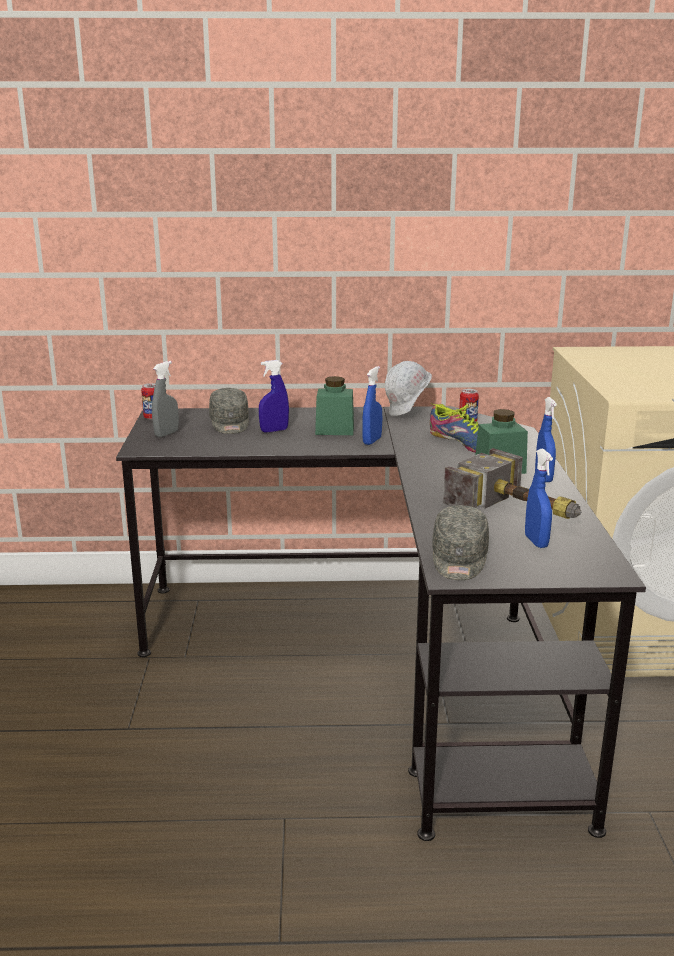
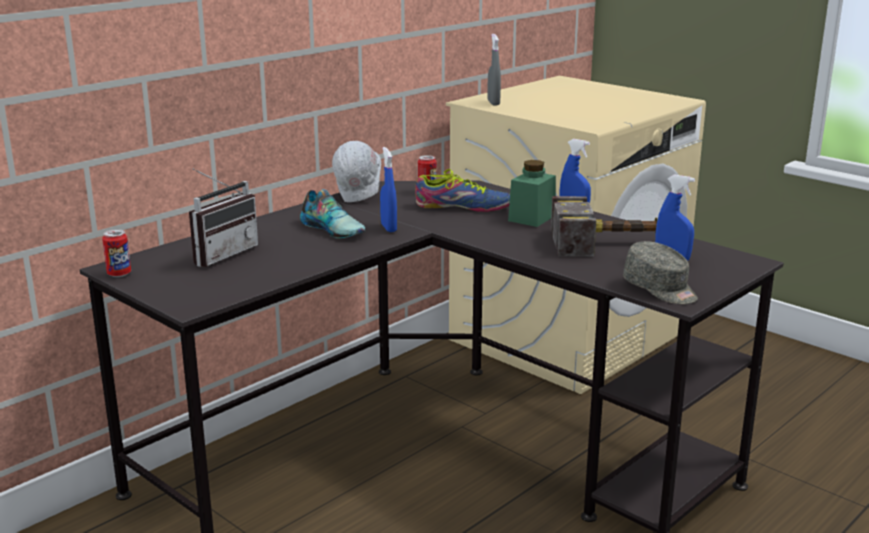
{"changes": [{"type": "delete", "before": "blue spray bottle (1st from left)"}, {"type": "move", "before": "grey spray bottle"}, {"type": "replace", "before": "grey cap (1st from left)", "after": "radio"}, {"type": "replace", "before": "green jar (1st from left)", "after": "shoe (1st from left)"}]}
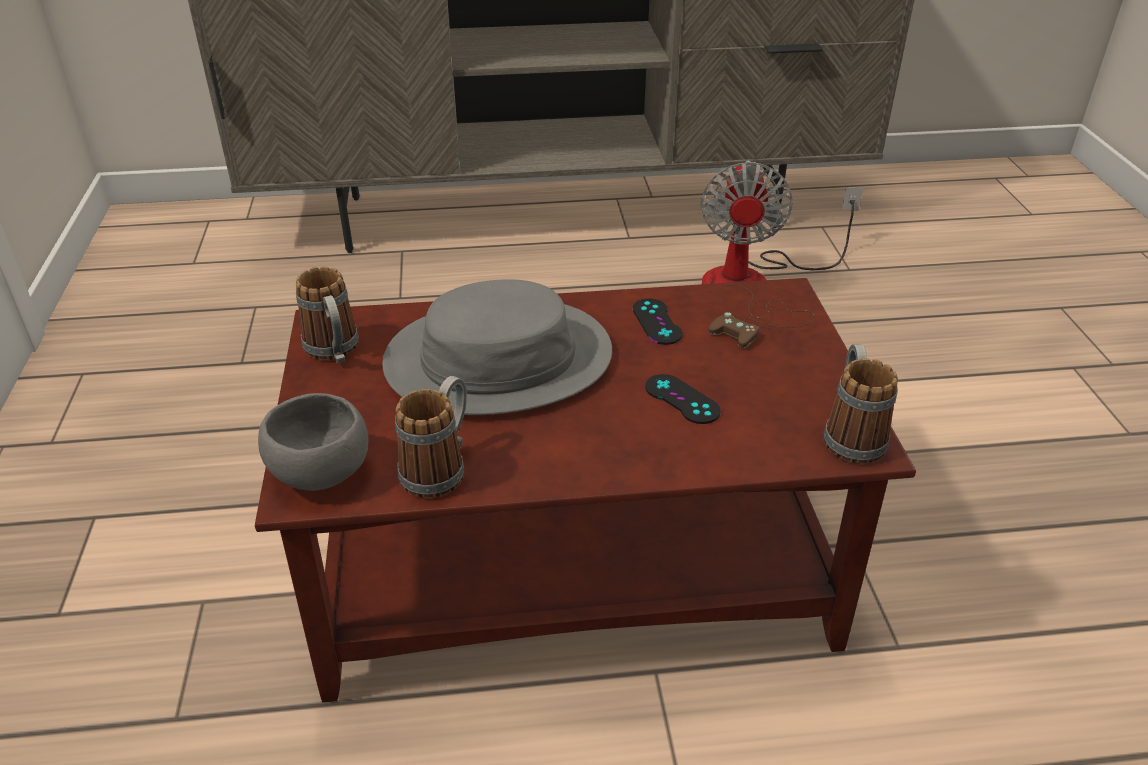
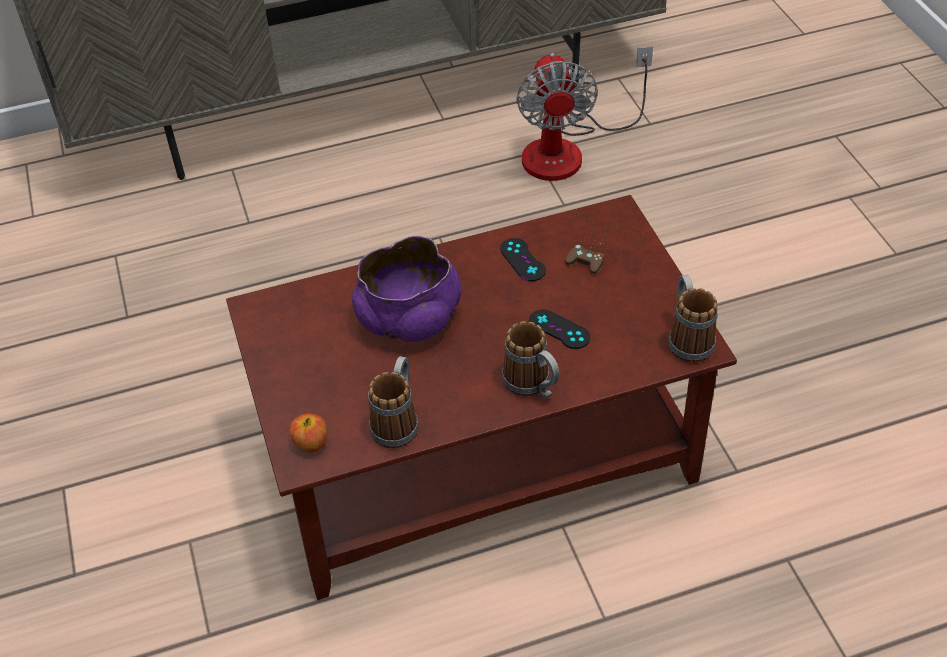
{"changes": [{"type": "move", "before": "mug (1st from left in the first image)", "after": "mug (2nd from left)"}, {"type": "replace", "before": "grey bowl", "after": "apple"}, {"type": "replace", "before": "grey hat", "after": "purple bowl"}]}
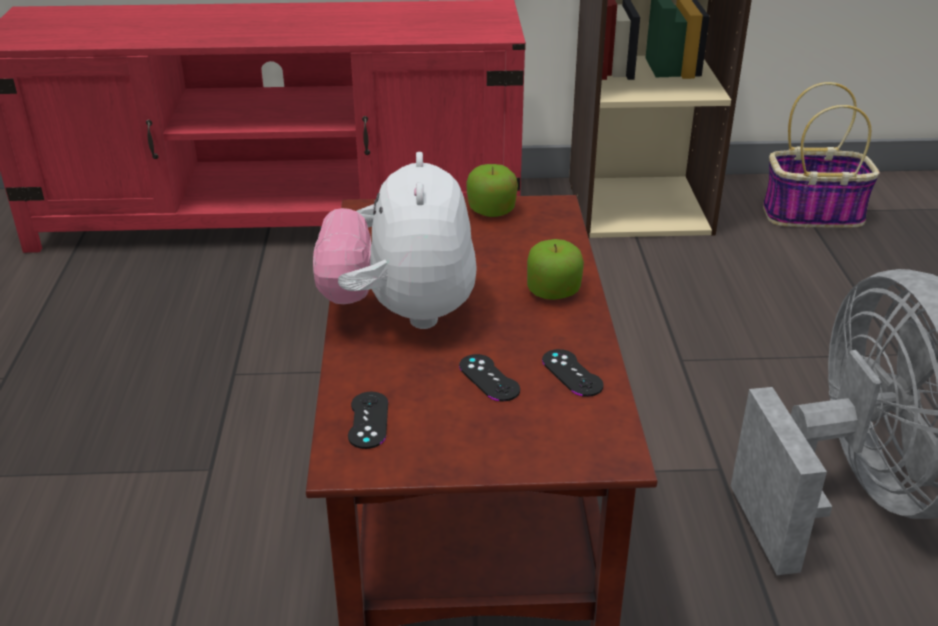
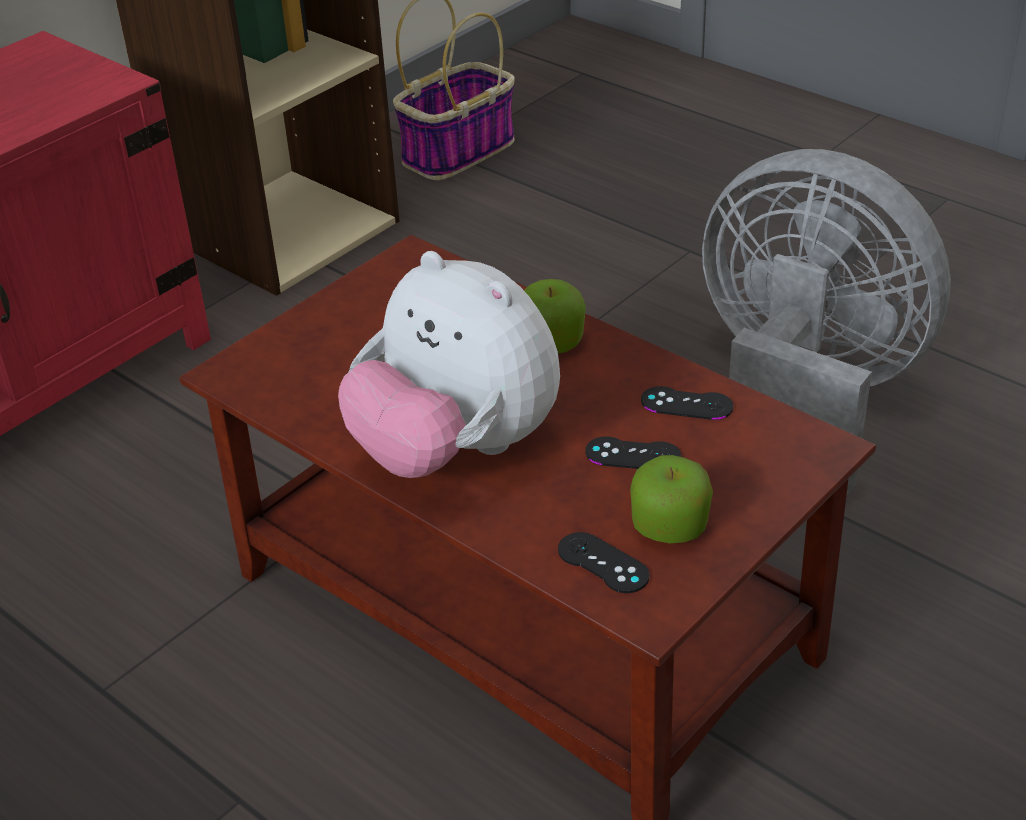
{"changes": [{"type": "move", "before": "apple (1st from left in the first image)", "after": "apple (2nd from left)"}]}
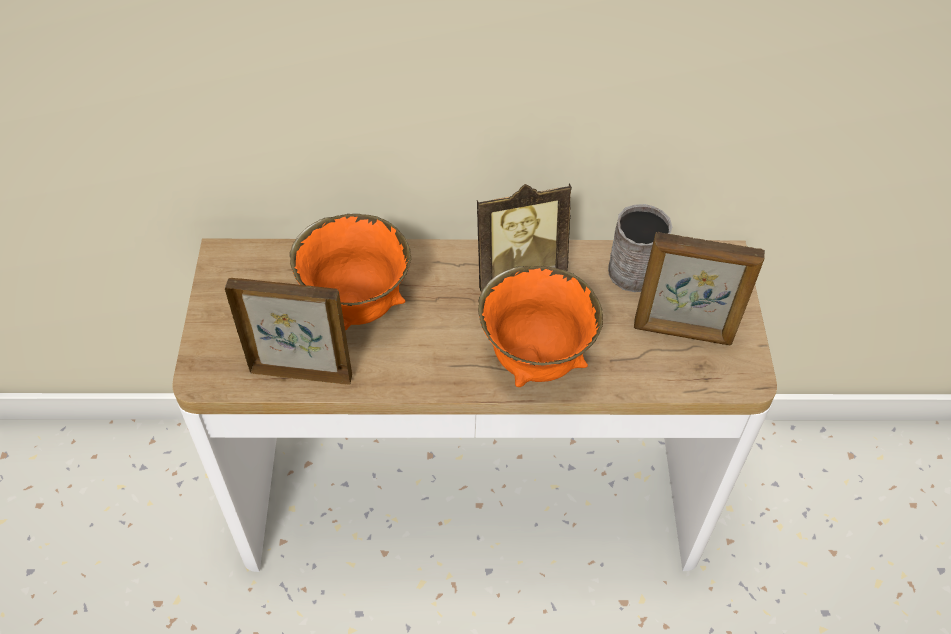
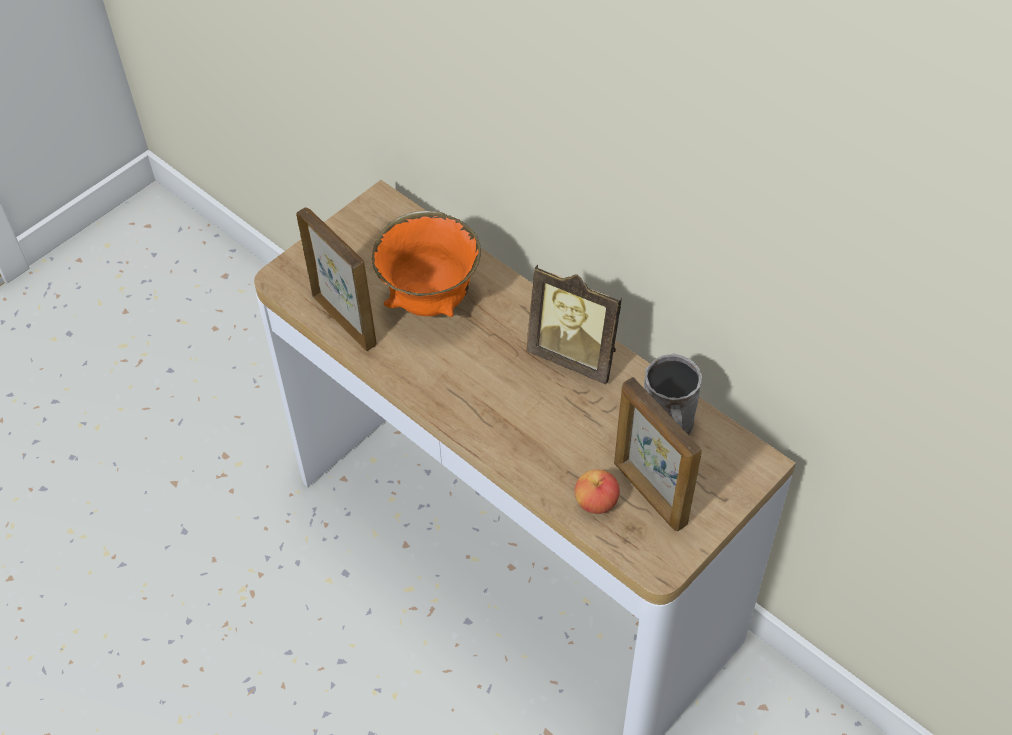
{"changes": [{"type": "delete", "before": "orange bowl (2nd from left)"}, {"type": "insert", "after": "apple"}]}
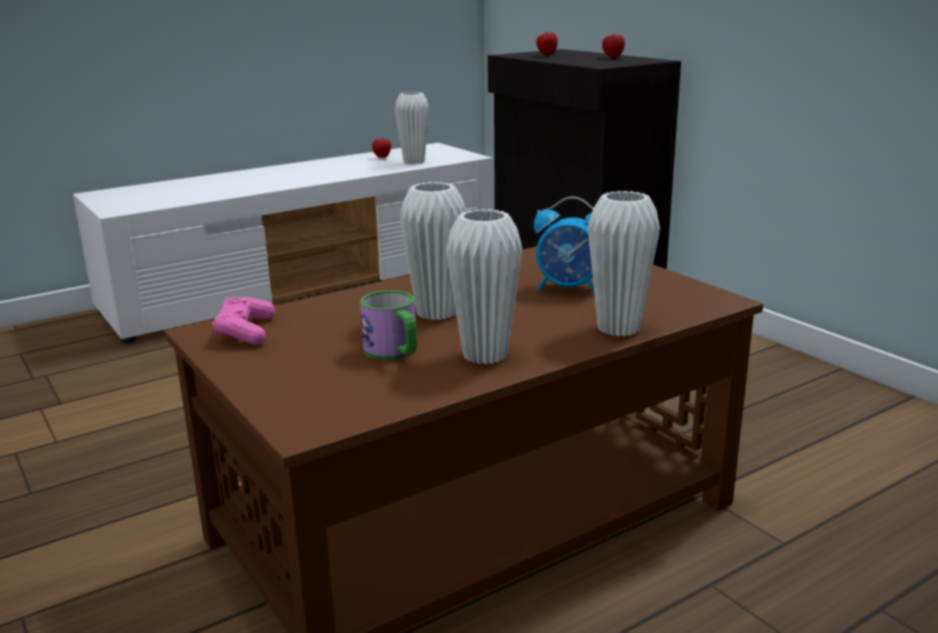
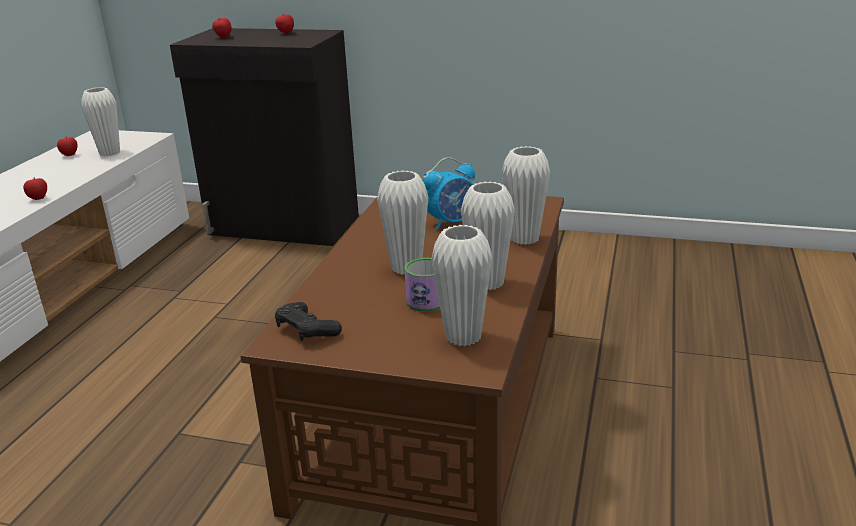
{"changes": [{"type": "insert", "after": "apple (1st from left)"}, {"type": "insert", "after": "white vase (3rd from left)"}, {"type": "recolor", "before": "pink game controller", "after": "black game controller"}]}
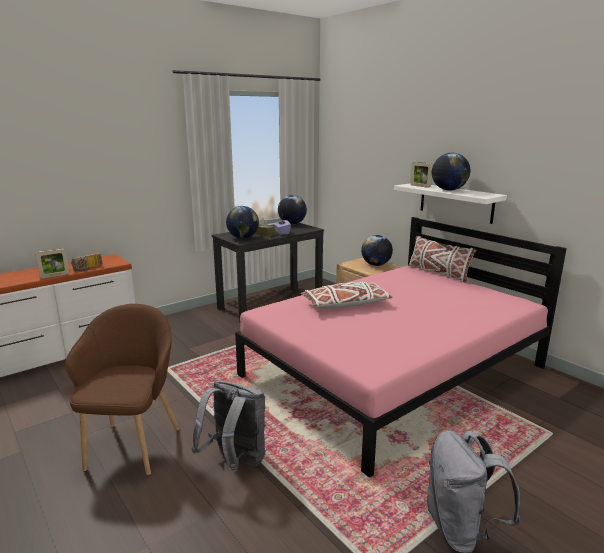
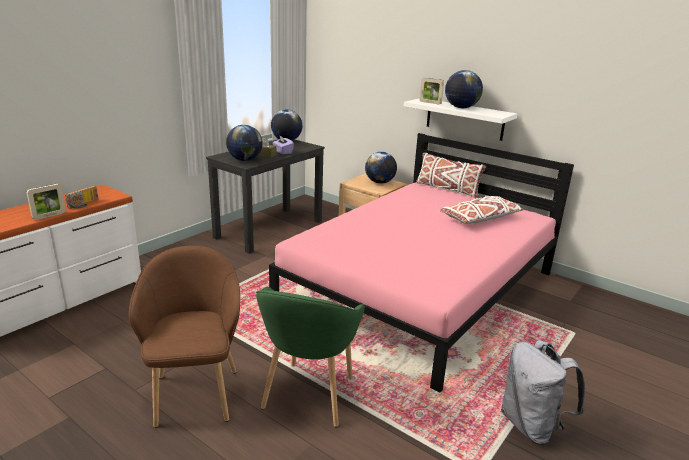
{"changes": [{"type": "move", "before": "white pillow (1st from left in the first image)", "after": "white pillow (2nd from left)"}, {"type": "replace", "before": "grey backpack (1st from left)", "after": "green armchair"}]}
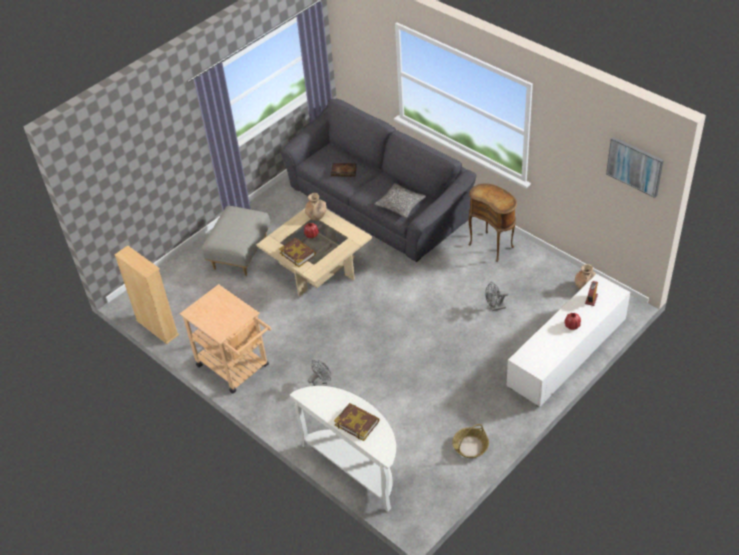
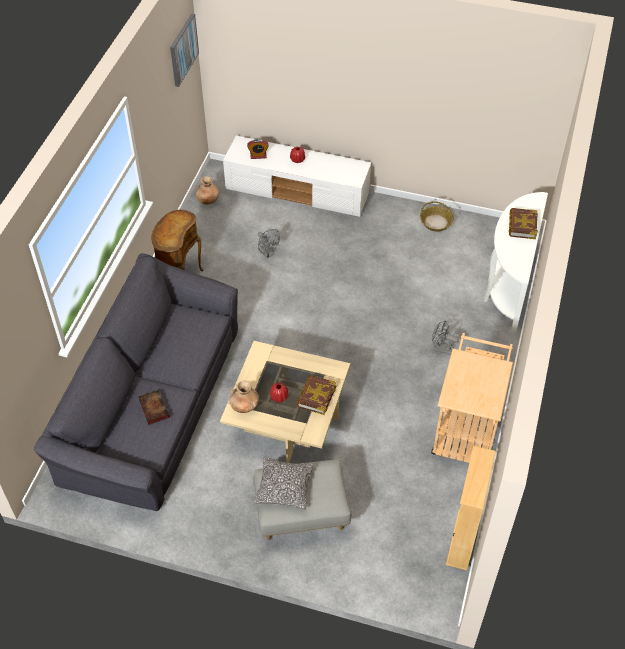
{"changes": [{"type": "move", "before": "pillow"}]}
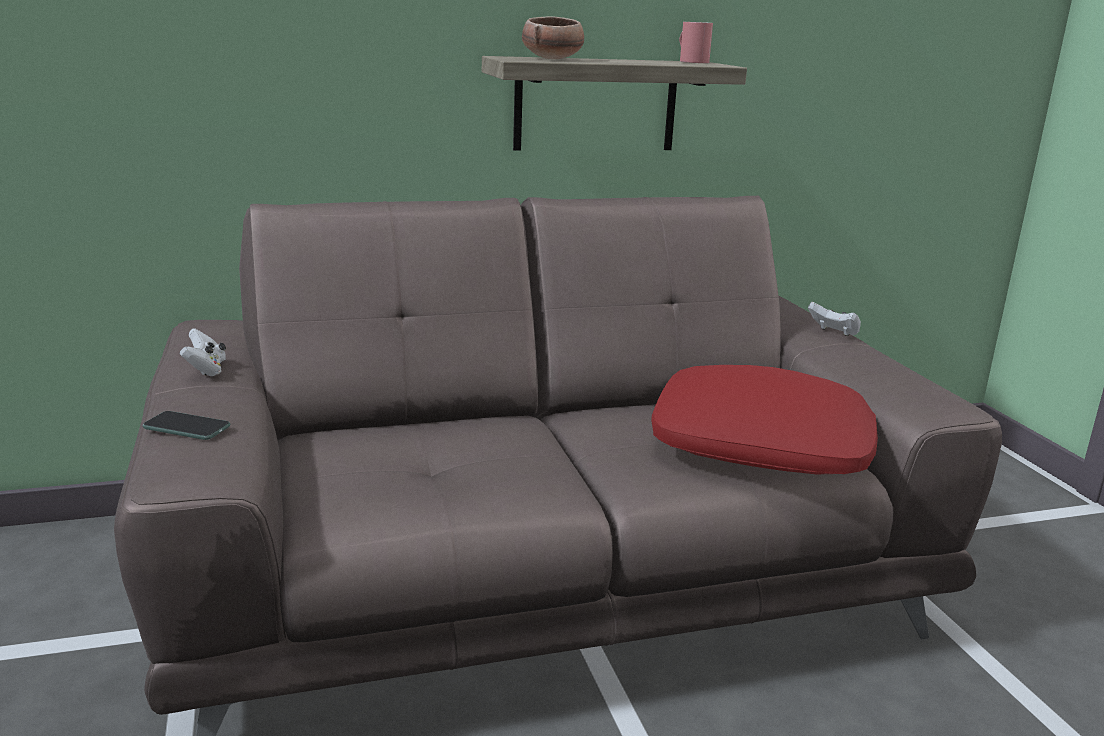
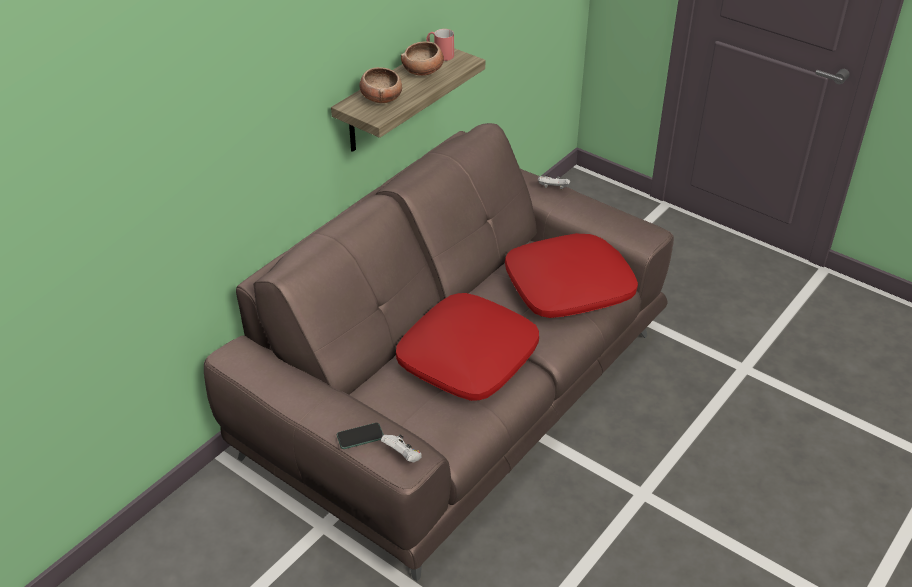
{"changes": [{"type": "insert", "after": "red pillow (1st from left)"}, {"type": "insert", "after": "bowl (2nd from left)"}, {"type": "move", "before": "white game controller (1st from left)"}]}
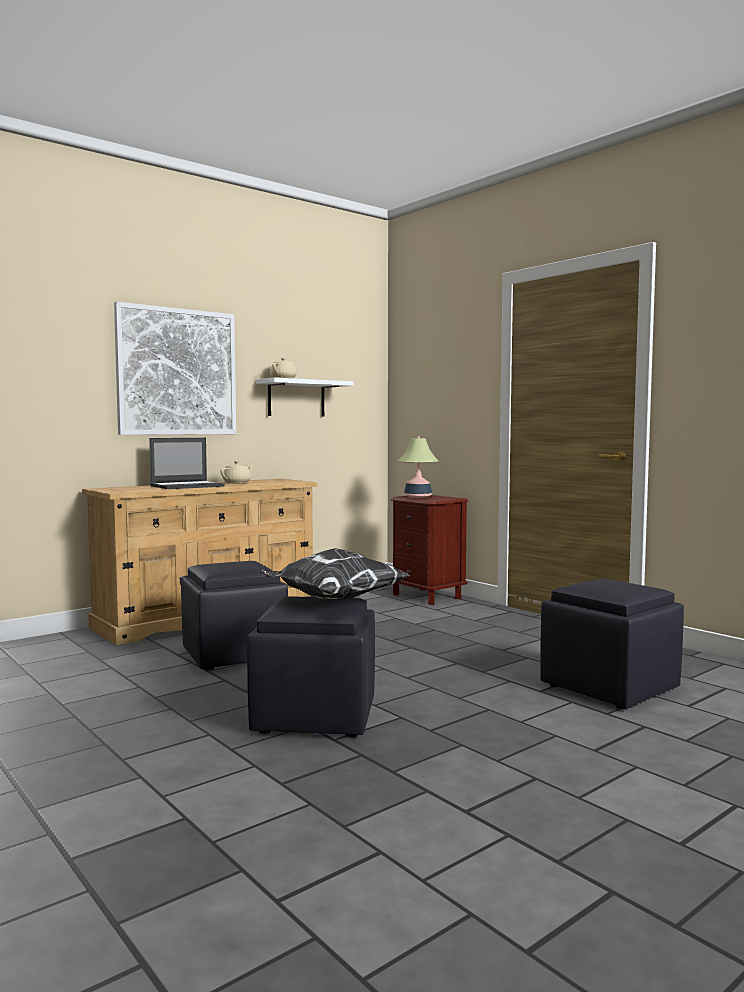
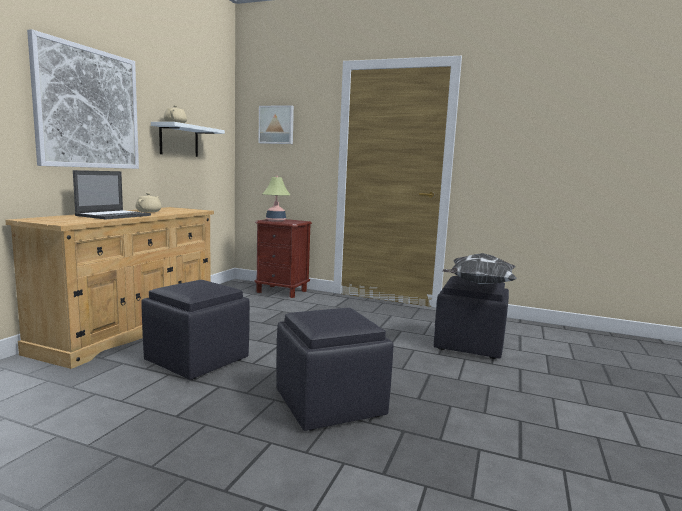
{"changes": [{"type": "insert", "after": "picture (2nd from left)"}, {"type": "move", "before": "pillow"}]}
